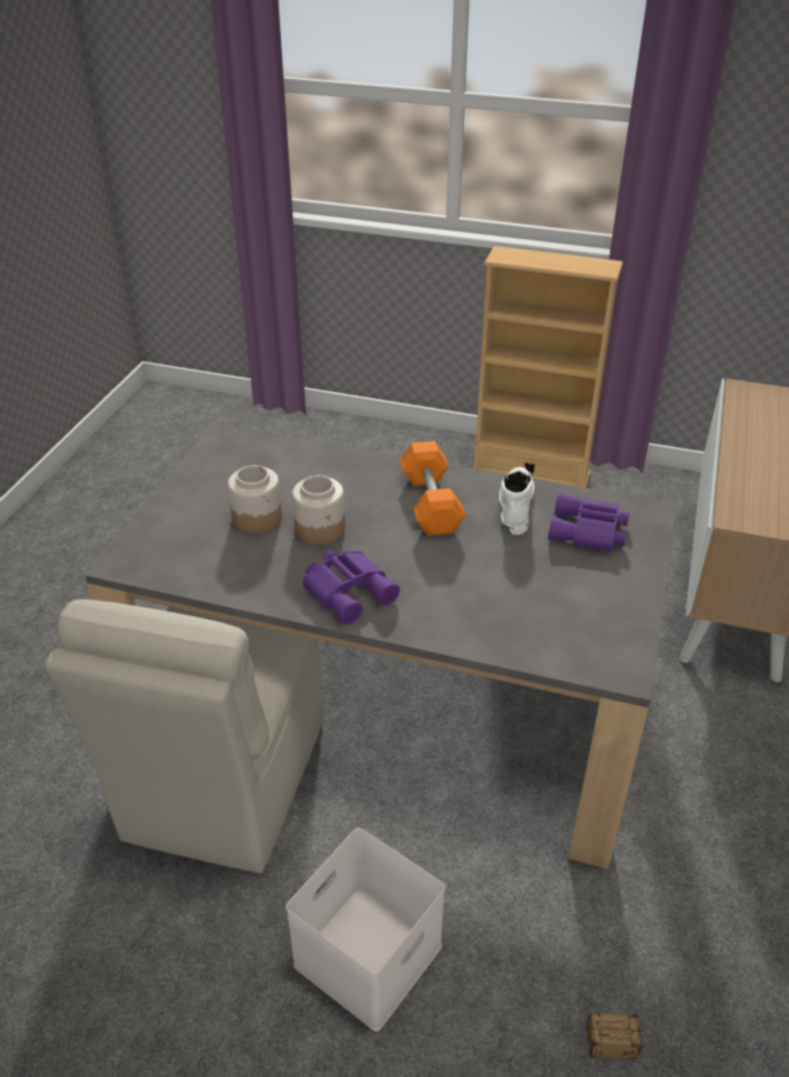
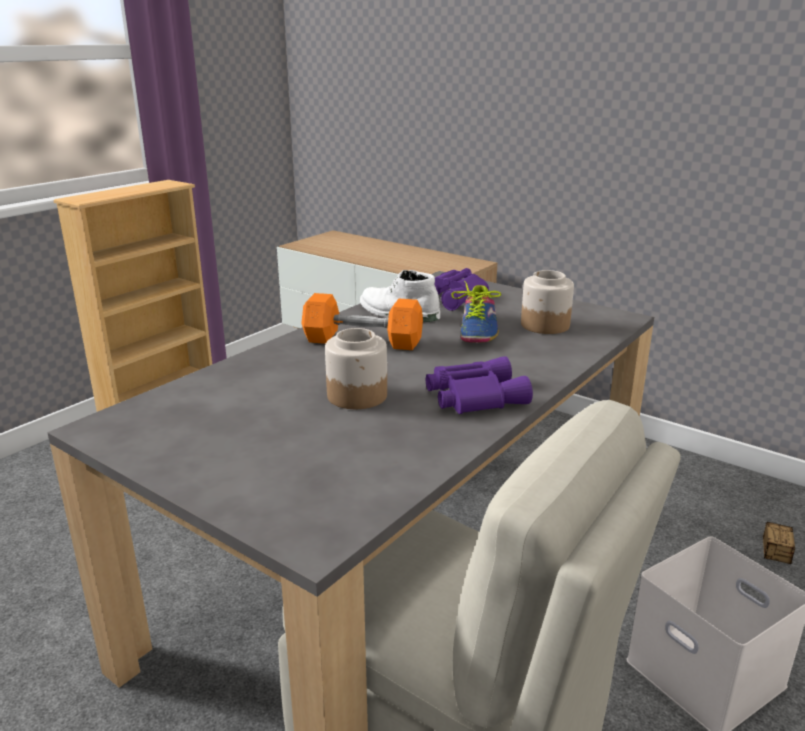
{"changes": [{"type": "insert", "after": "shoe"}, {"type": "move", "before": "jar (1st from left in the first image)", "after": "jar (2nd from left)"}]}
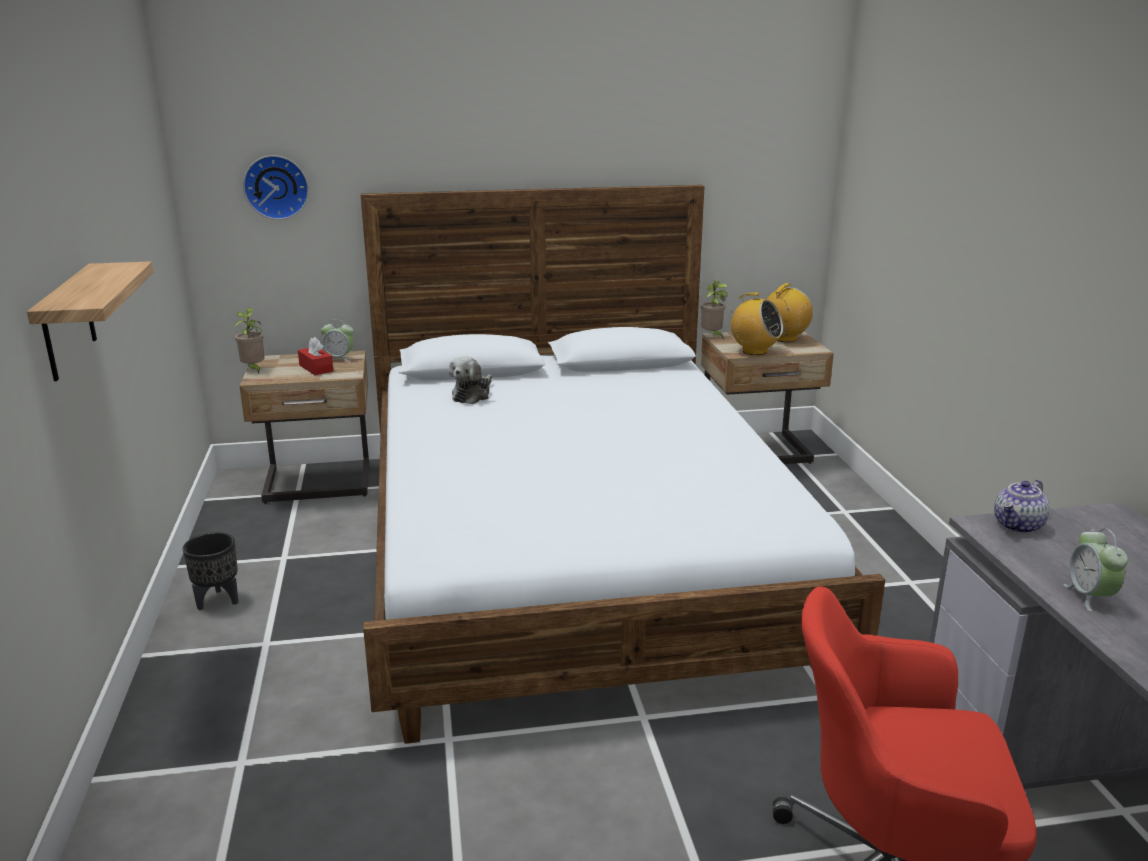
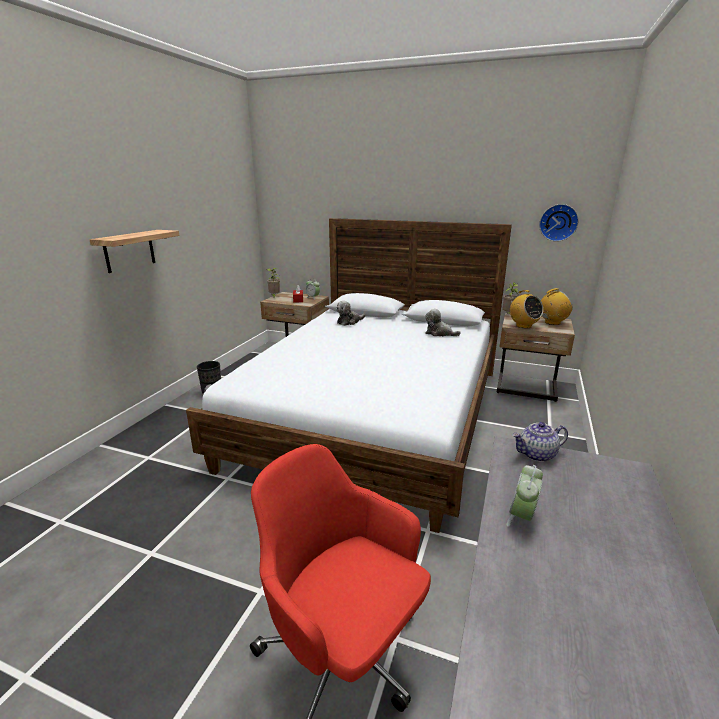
{"changes": [{"type": "insert", "after": "plush toy (2nd from left)"}, {"type": "move", "before": "wall clock"}]}
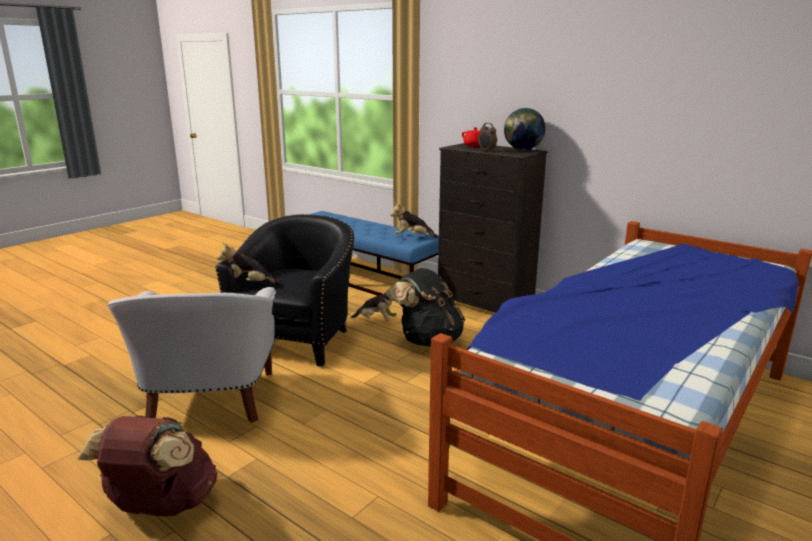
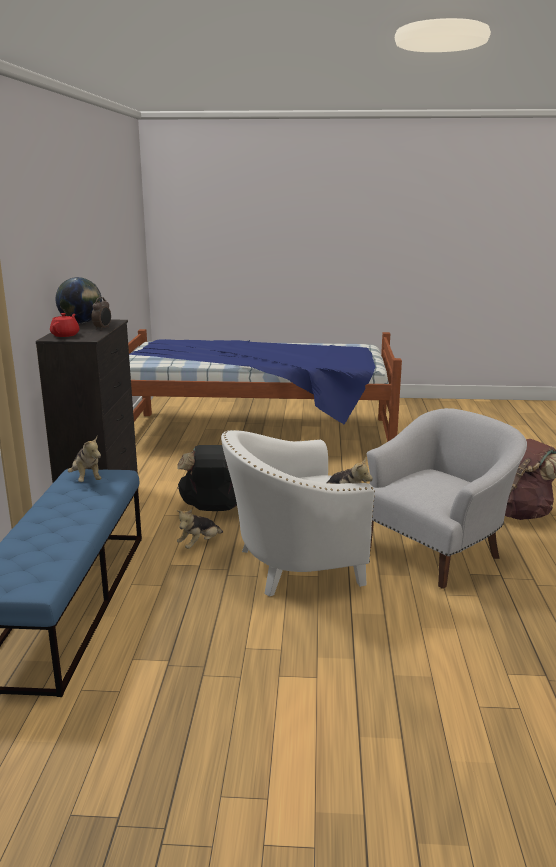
{"changes": [{"type": "recolor", "before": "black armchair", "after": "white armchair (1st from left)"}, {"type": "rotate", "before": "plush toy (2nd from left)", "turn": -120}]}
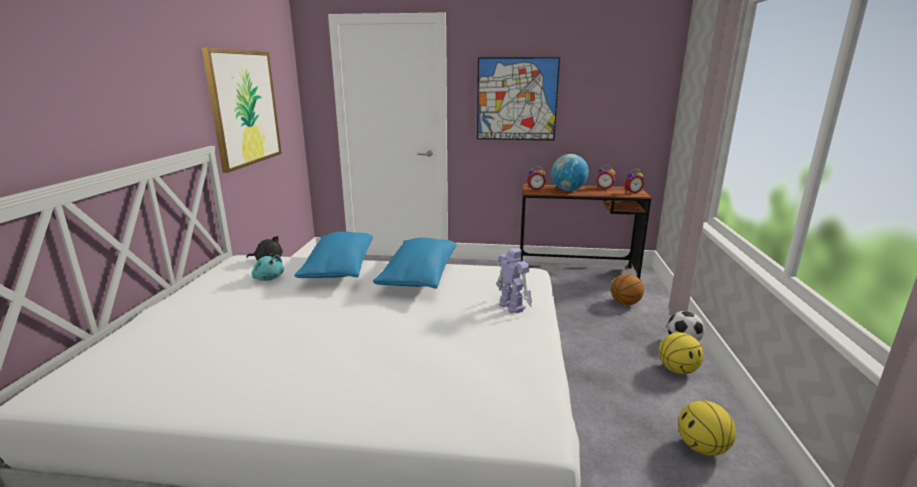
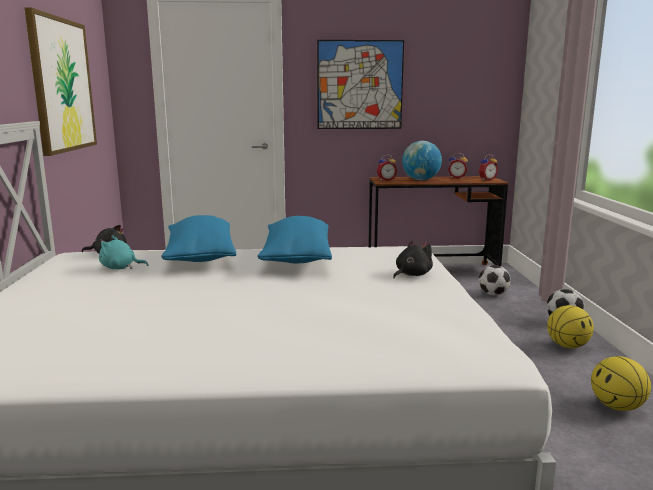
{"changes": [{"type": "replace", "before": "toy robot", "after": "black plush toy (2nd from left)"}, {"type": "replace", "before": "basketball (1st from left)", "after": "football (1st from left)"}, {"type": "rotate", "before": "turquoise plush toy", "turn": 150}]}
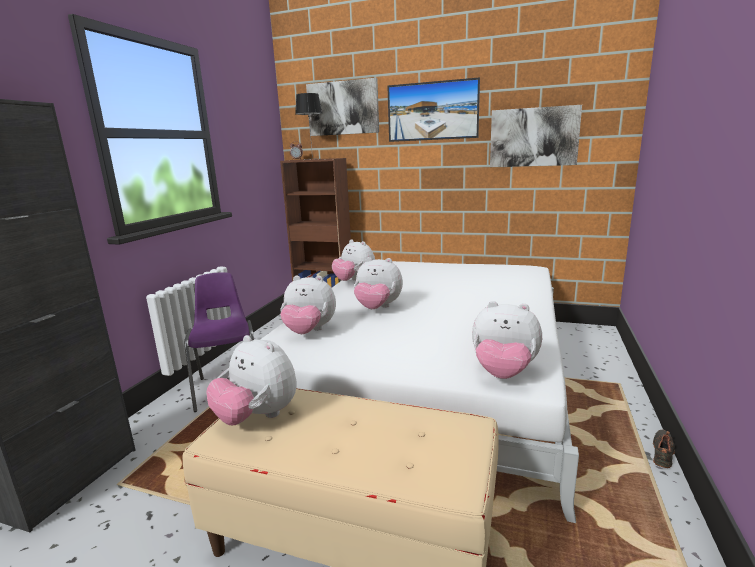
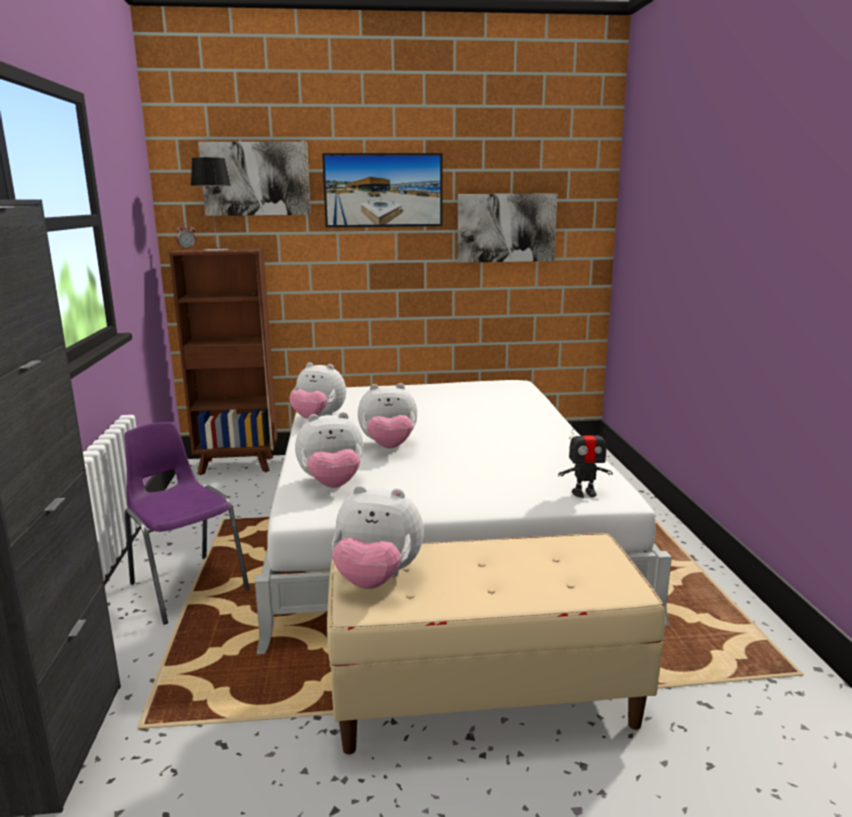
{"changes": [{"type": "delete", "before": "black shoe"}, {"type": "replace", "before": "plush toy (5th from left)", "after": "toy robot"}]}
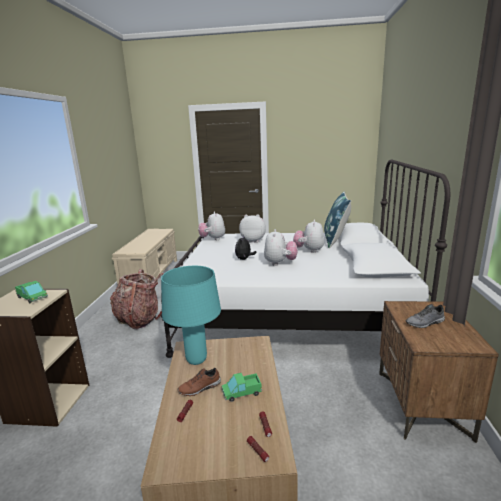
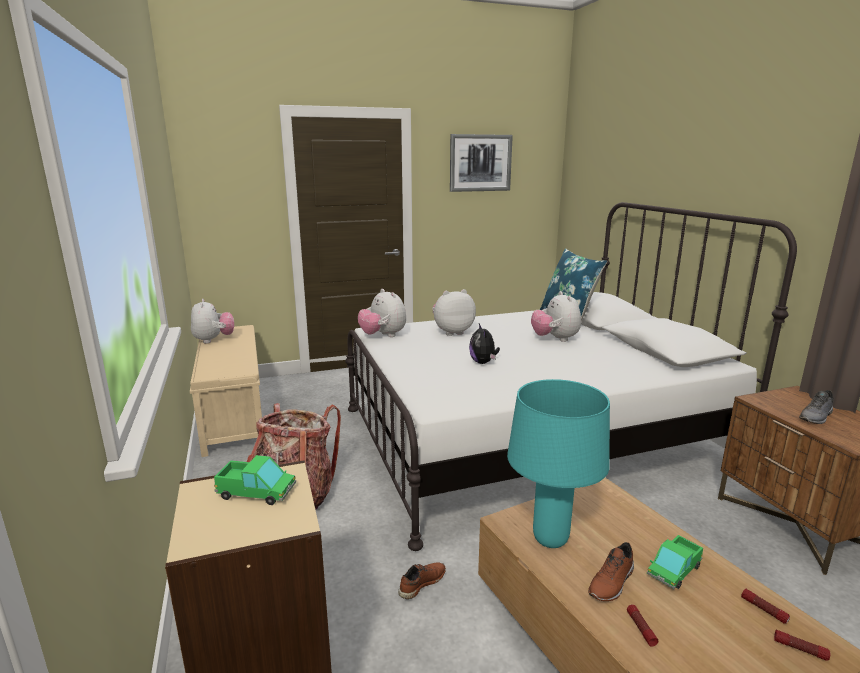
{"changes": [{"type": "insert", "after": "brown shoe (1st from left)"}, {"type": "insert", "after": "picture"}, {"type": "move", "before": "plush toy (4th from left in the first image)", "after": "plush toy (1st from left)"}]}
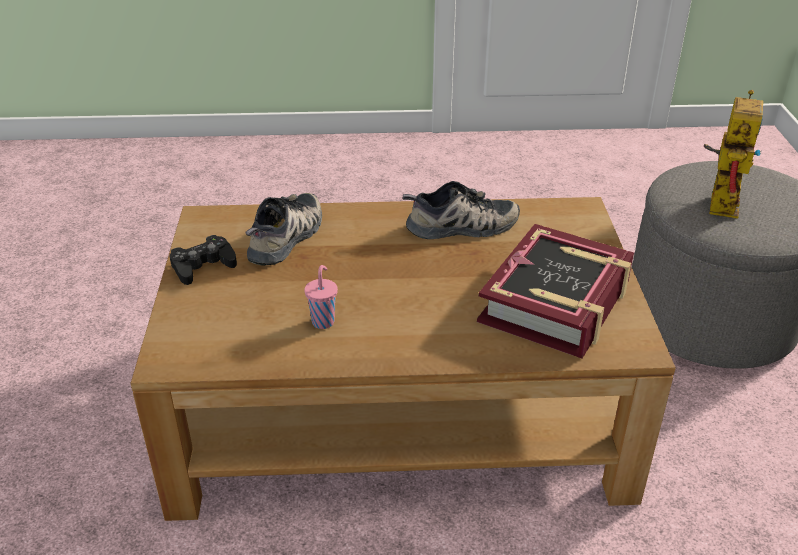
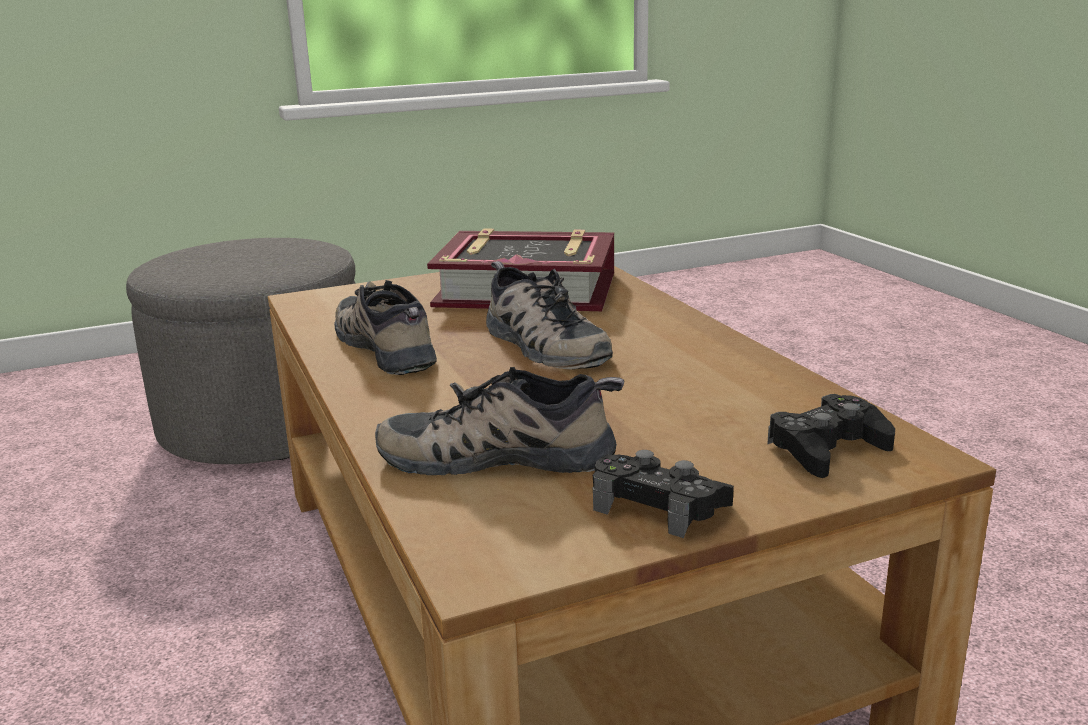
{"changes": [{"type": "delete", "before": "pink cup"}, {"type": "delete", "before": "toy robot"}, {"type": "insert", "after": "shoe (3rd from left)"}, {"type": "insert", "after": "black game controller (2nd from left)"}]}
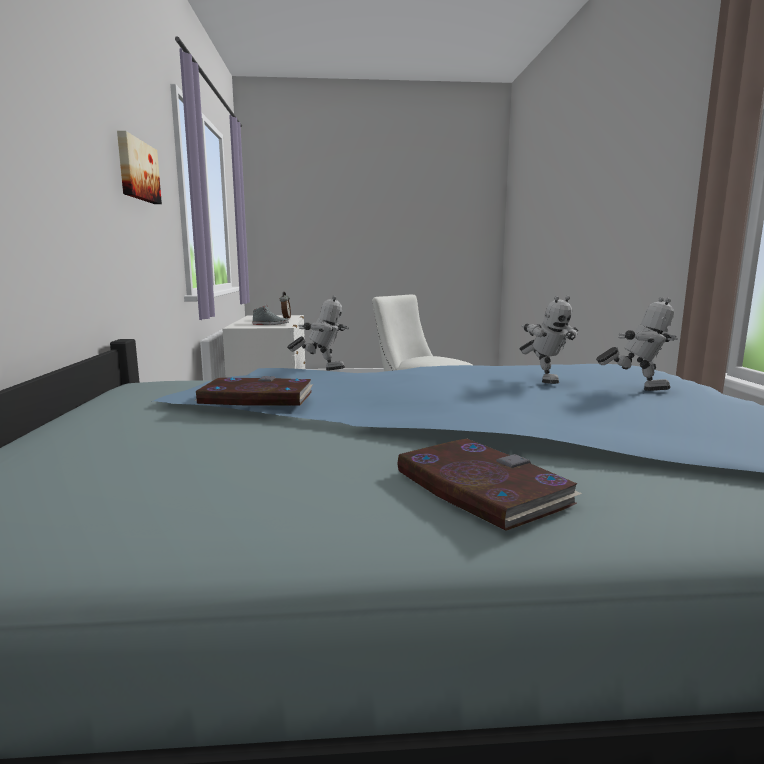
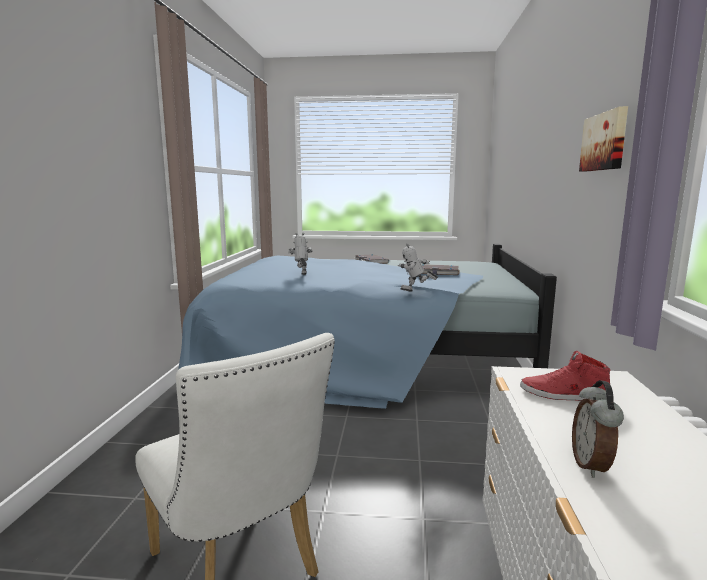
{"changes": [{"type": "delete", "before": "toy robot (3rd from left)"}, {"type": "recolor", "before": "grey shoe", "after": "red shoe"}]}
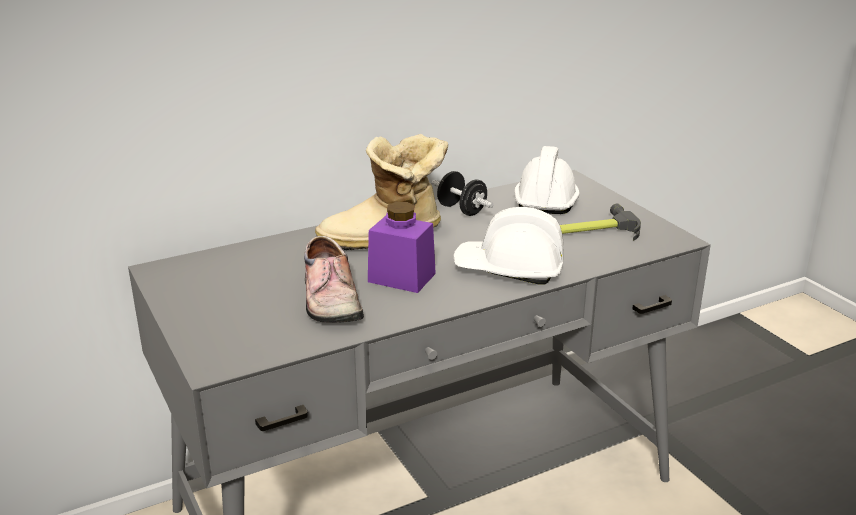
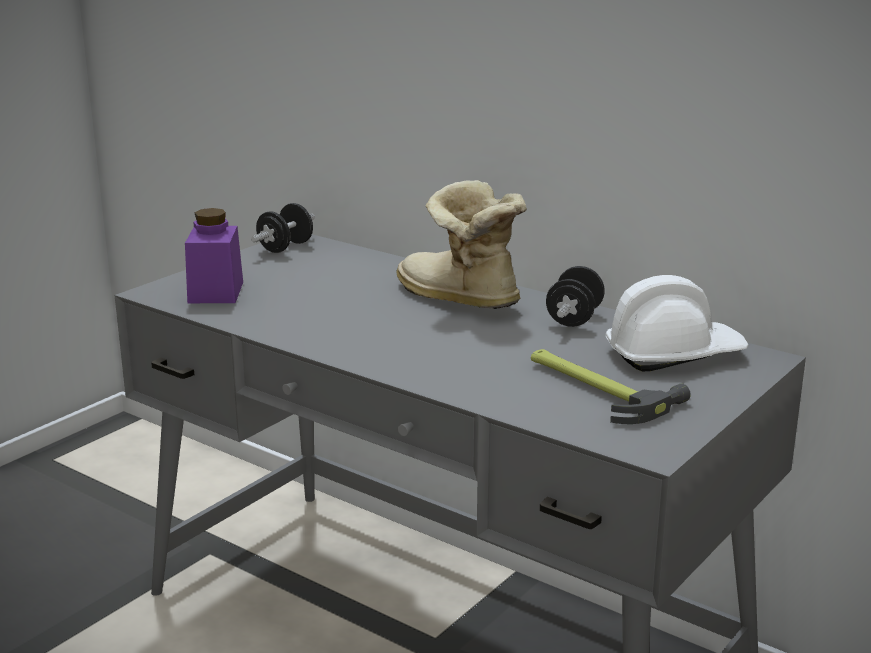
{"changes": [{"type": "delete", "before": "shoe"}, {"type": "delete", "before": "white hard hat (1st from left)"}, {"type": "insert", "after": "black dumbbell (1st from left)"}, {"type": "move", "before": "purple jar"}]}
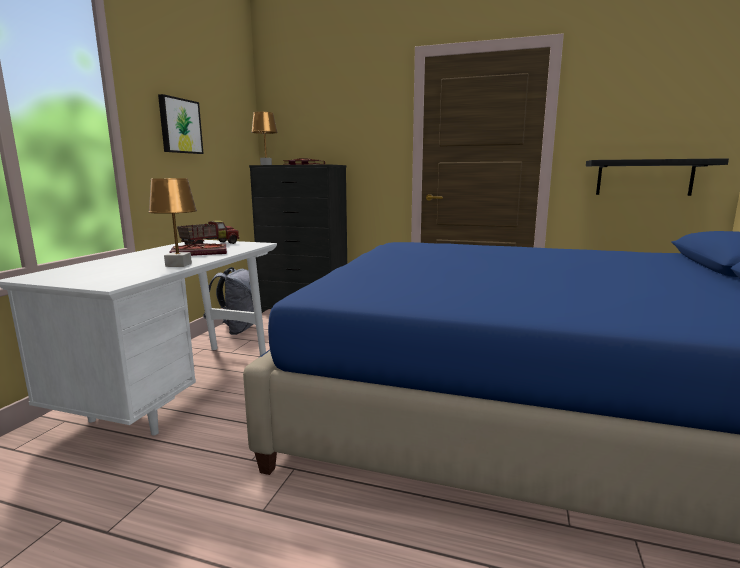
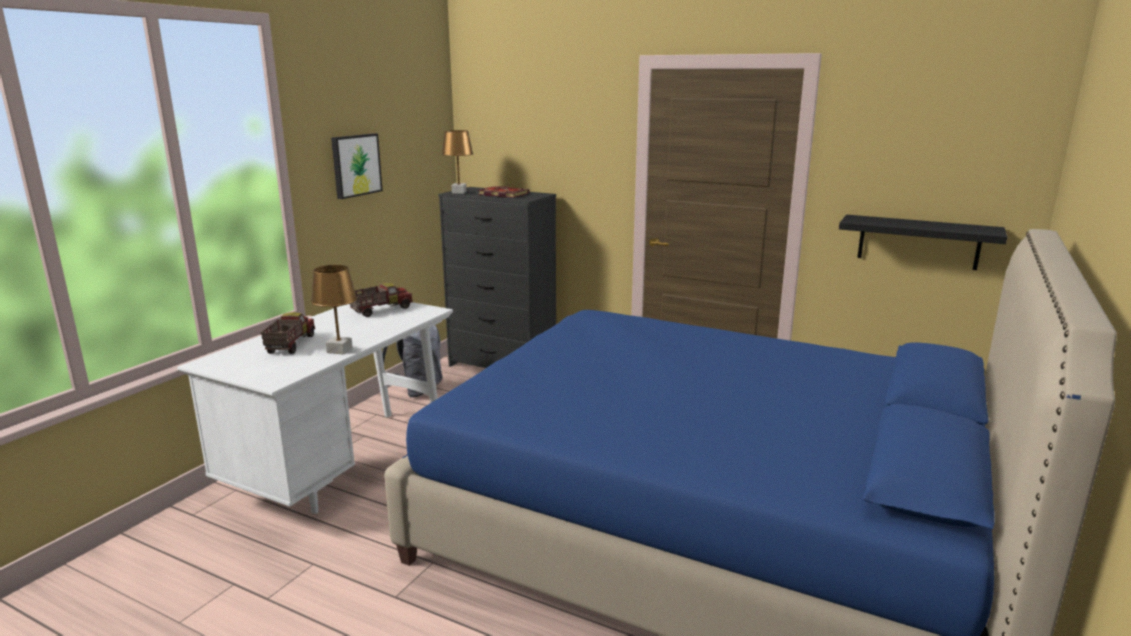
{"changes": [{"type": "delete", "before": "book (1st from left)"}, {"type": "insert", "after": "toy truck (1st from left)"}]}
